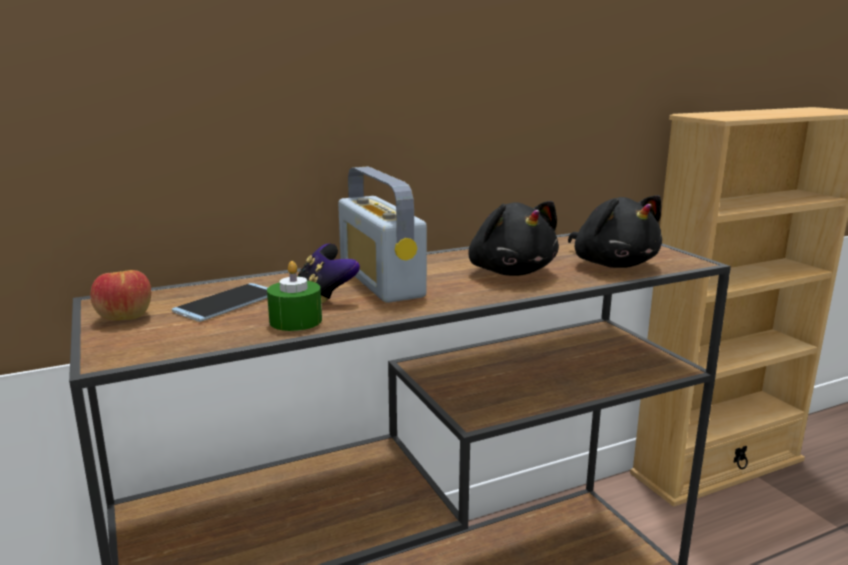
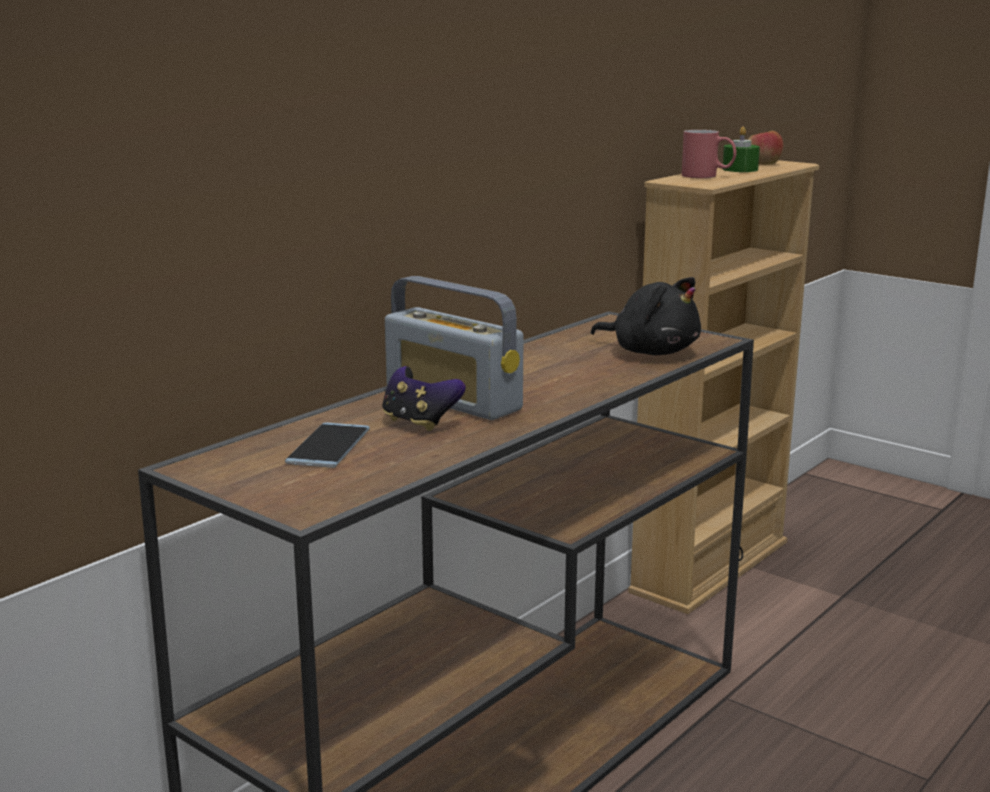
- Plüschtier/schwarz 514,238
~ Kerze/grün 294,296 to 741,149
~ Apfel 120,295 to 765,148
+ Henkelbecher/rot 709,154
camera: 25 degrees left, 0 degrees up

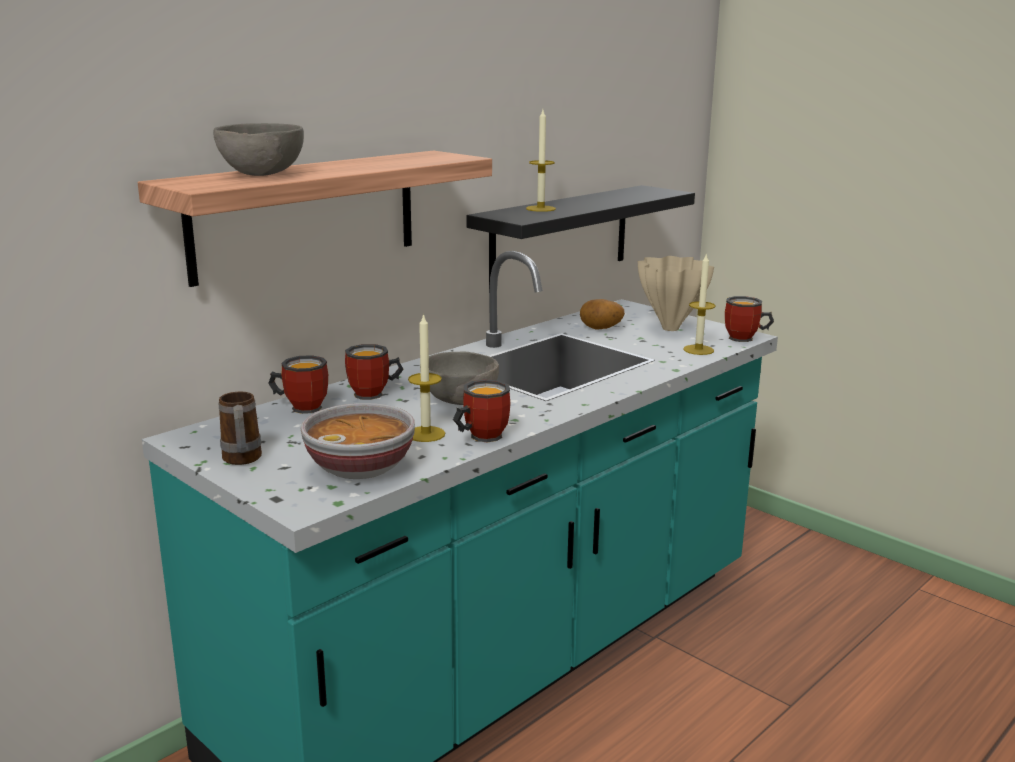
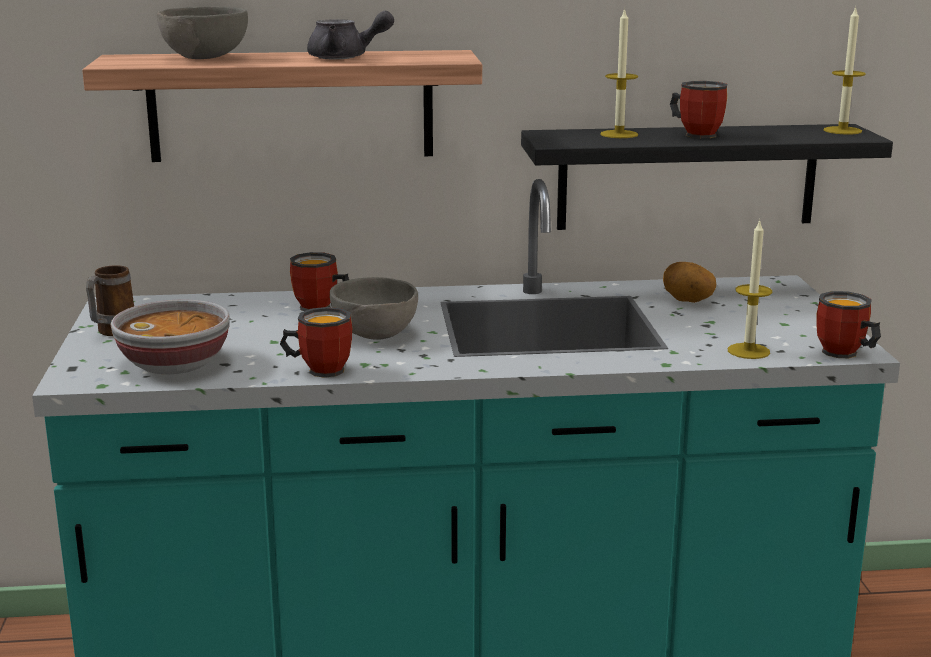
- Vase/beige 676,293
~ Kerze 426,377 to 845,70
~ Henkelbecher 298,384 to 698,109
+ Teekanne/grau 350,35
camera: 40 degrees right, 0 degrees up

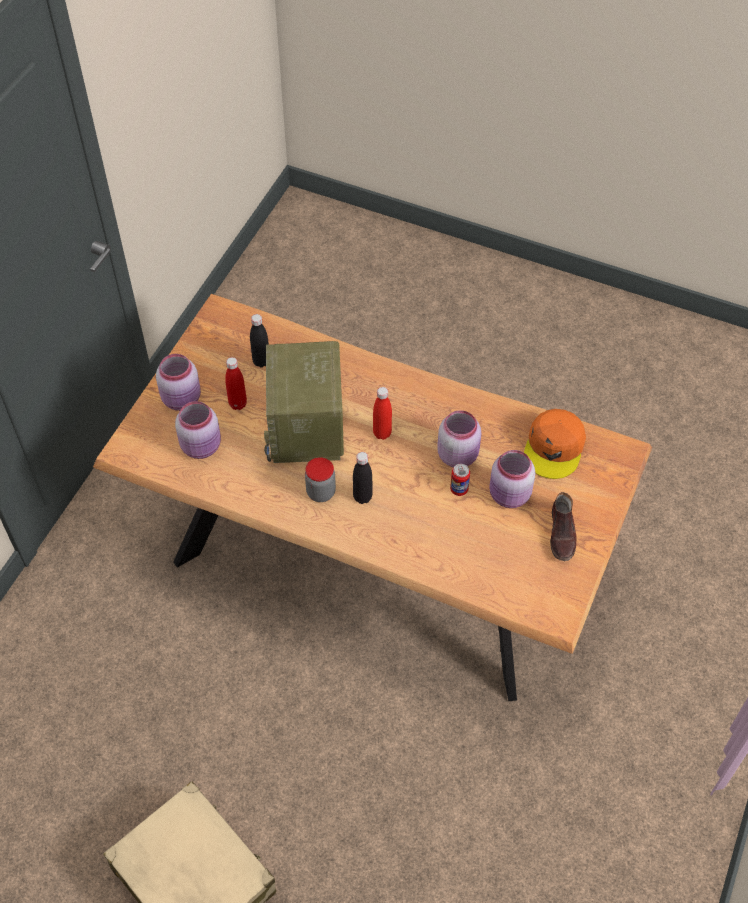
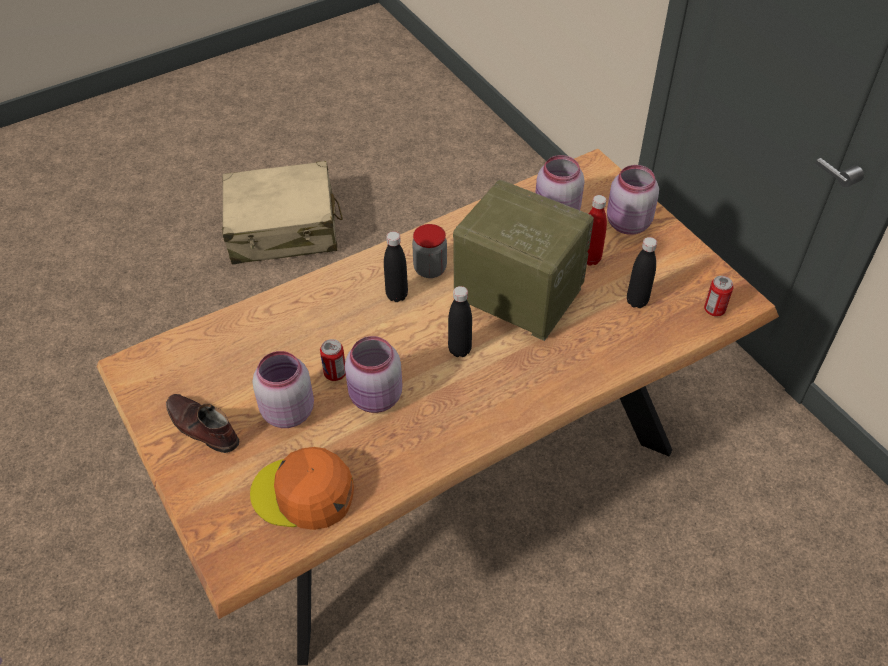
~ Flasche/rot 382,413 to Flasche/schwarz 460,321
~ Kappe/orange 555,444 = 302,488 45 degrees counterclockwise
+ Dose 718,296
camera: 125 degrees right, 5 degrees down

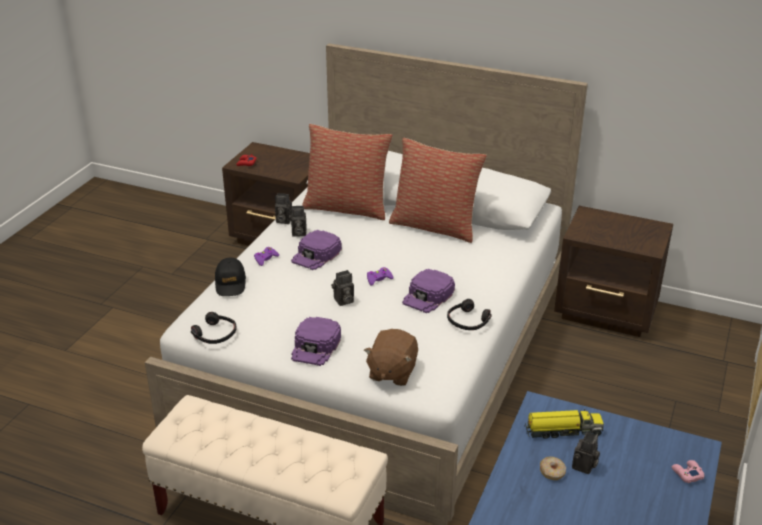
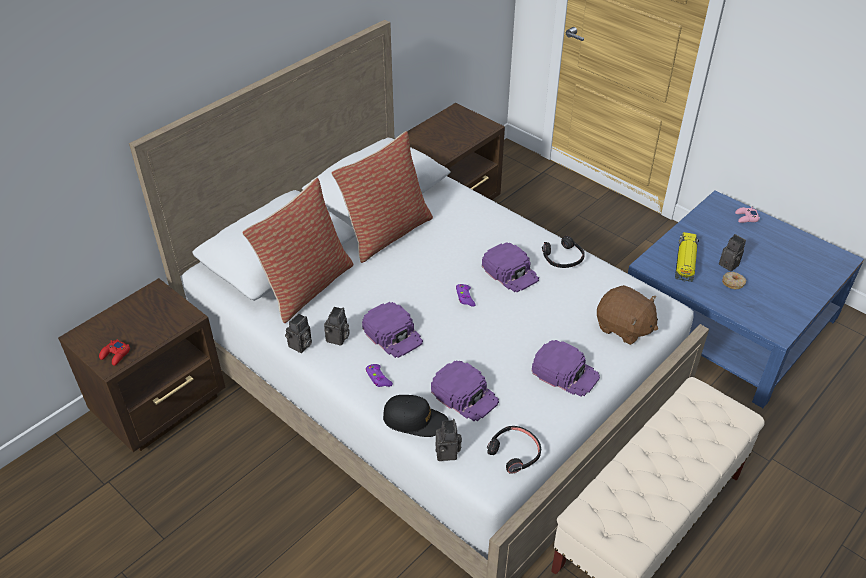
~ Kamera 342,288 to 448,440
+ Kappe/lila 465,390
camera: 70 degrees left, 10 degrees up

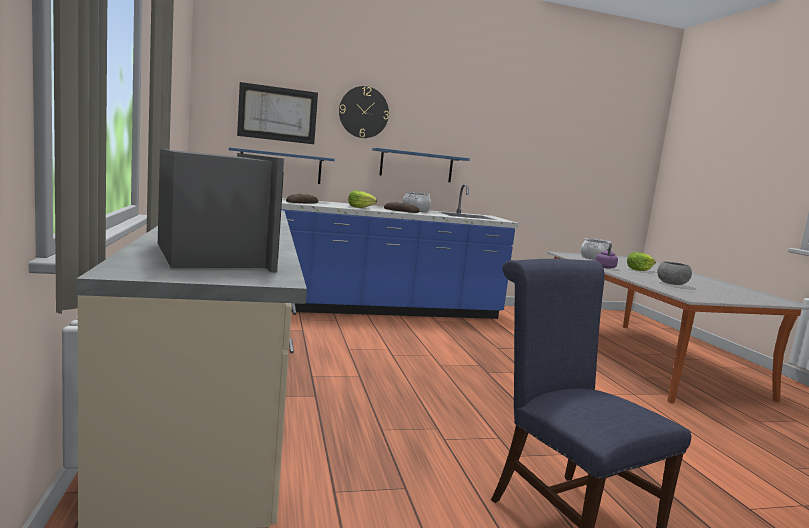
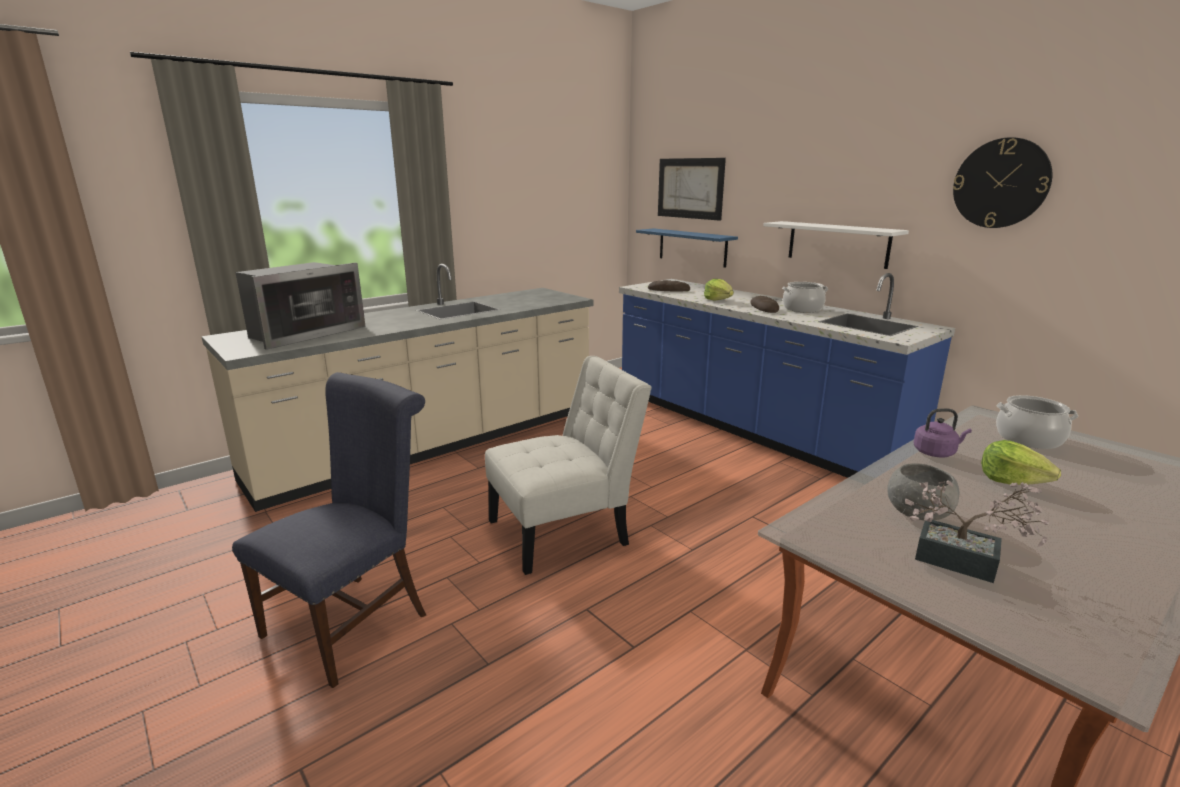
~ Wanduhr 364,112 to 1002,182
~ Wandregal/blau 421,165 to Wandregal/weiß 836,245
+ Stuhl/weiß 568,465
+ Topfpflanze 977,532
camera: 65 degrees right, 10 degrees up

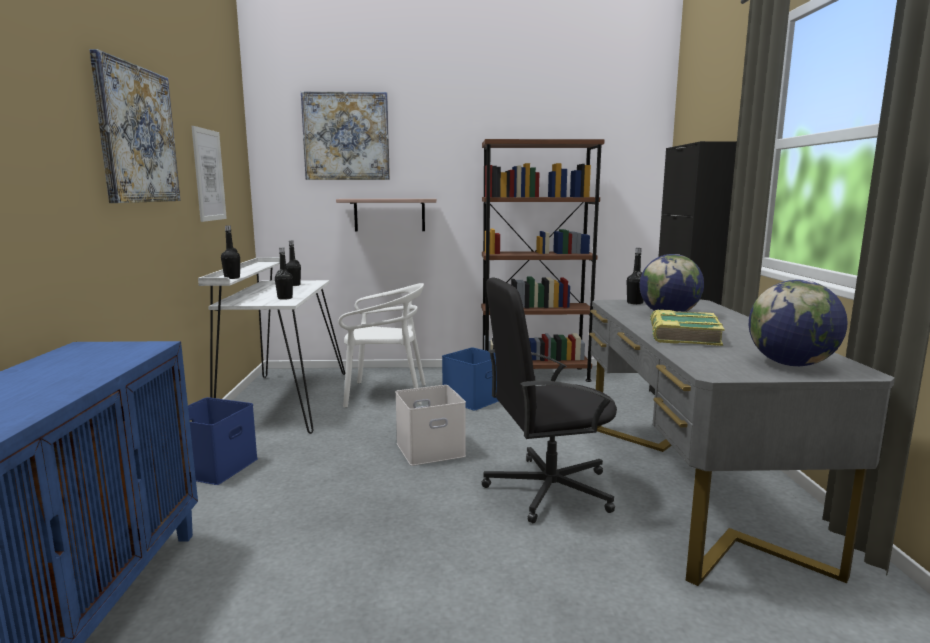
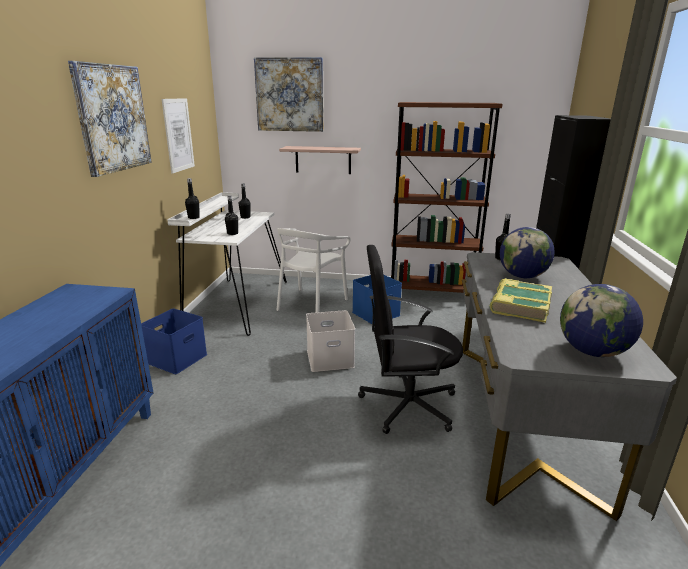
~ Stuhl/weiß 382,345 = 314,270 105 degrees clockwise
camera: 10 degrees right, 10 degrees up

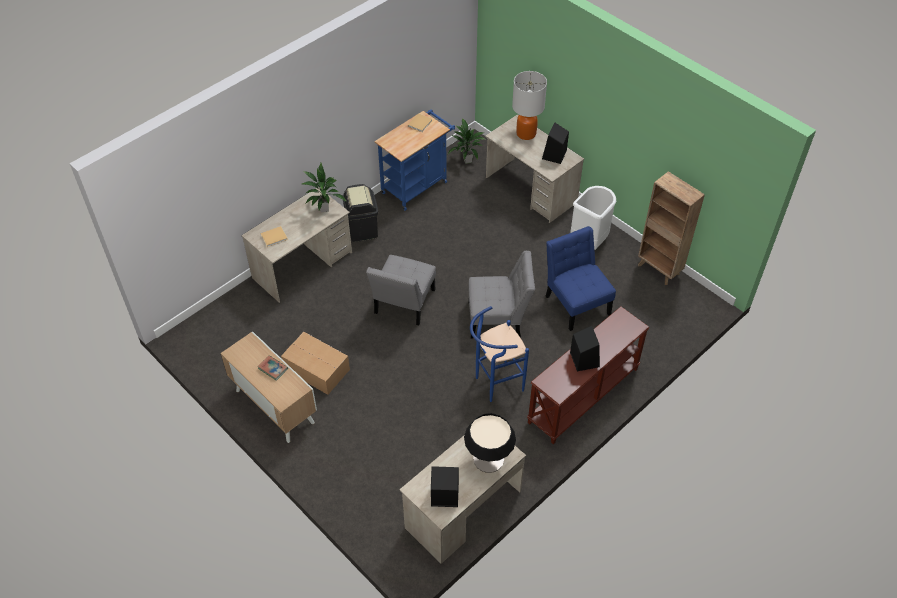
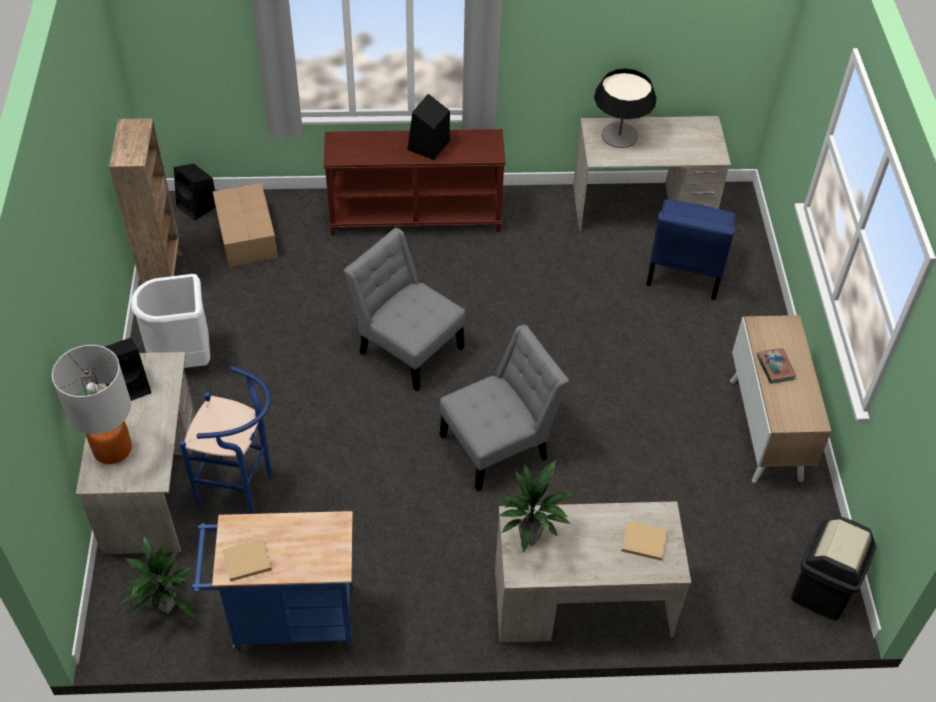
~ Mülleimer/schwarz 360,213 to 833,568
~ Stuhl/blau 581,278 to 691,249
~ Hocker/blau 499,354 to 225,440
~ Karton 315,363 to 245,225
~ Lautsprecher/schwarz 445,486 to 195,192
camera: 140 degrees left, 0 degrees up

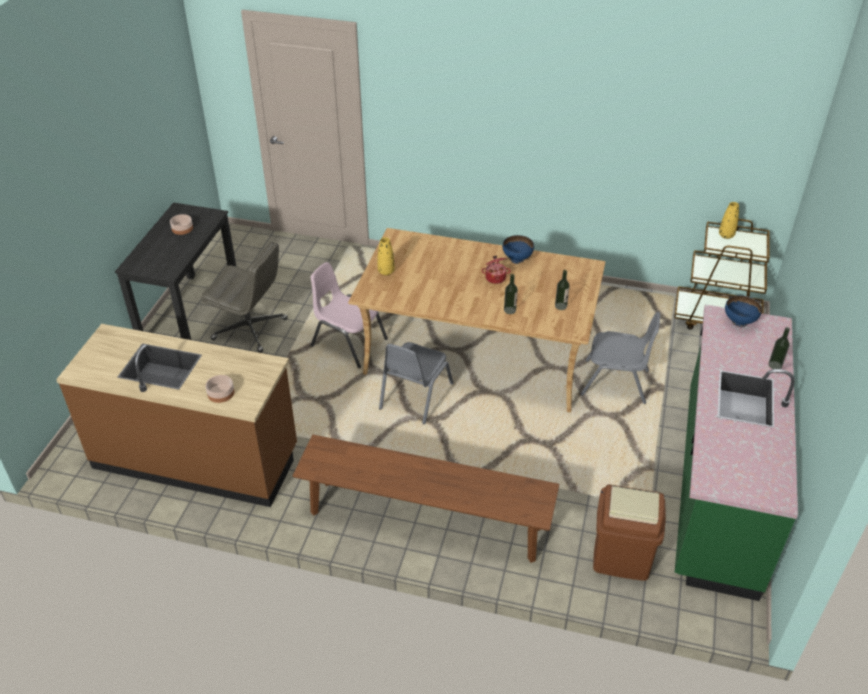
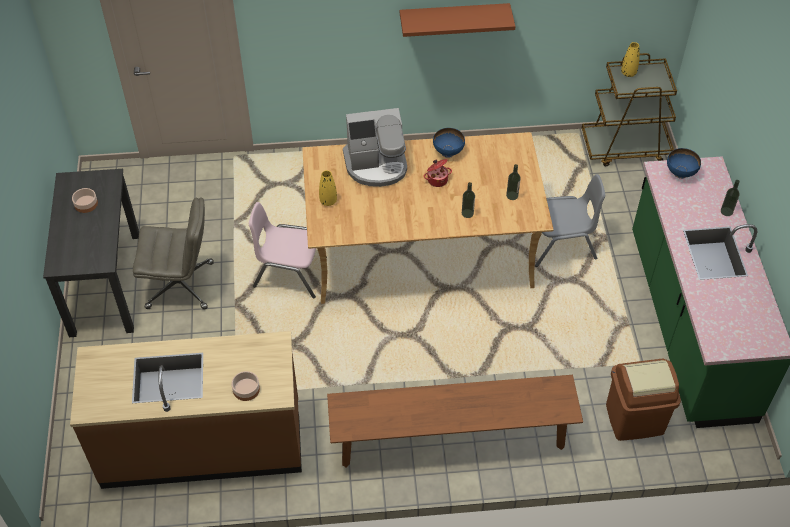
- Stuhl/grau 416,383
+ Wandregal/braun 457,20
+ Kaffeemaschine 375,147
camera: 20 degrees left, 10 degrees up

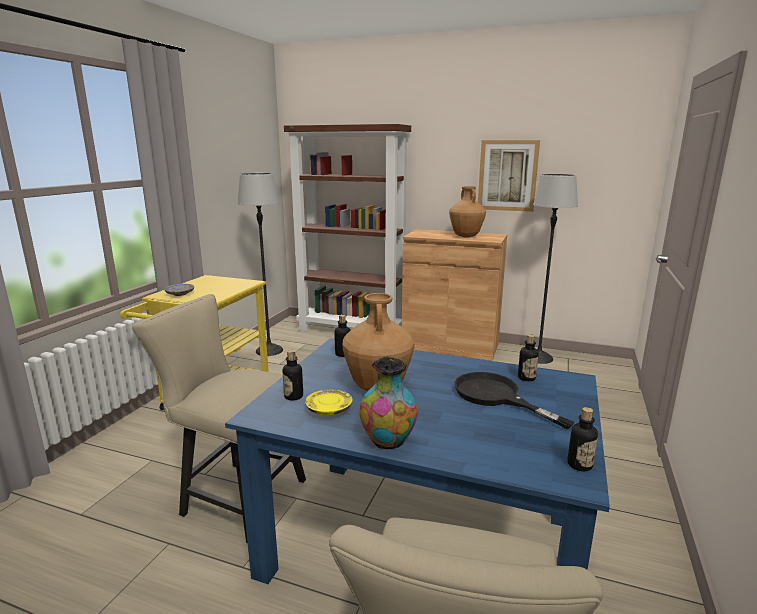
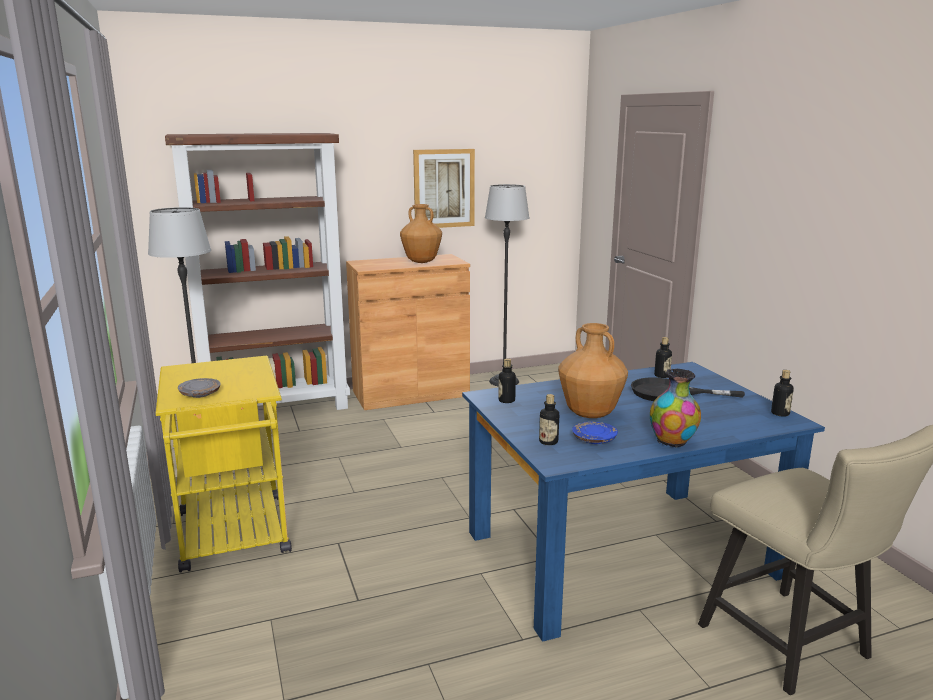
- Stuhl/beige 219,418
~ Teller/gelb 329,402 to Teller/blau 595,433
camera: 40 degrees left, 0 degrees up

